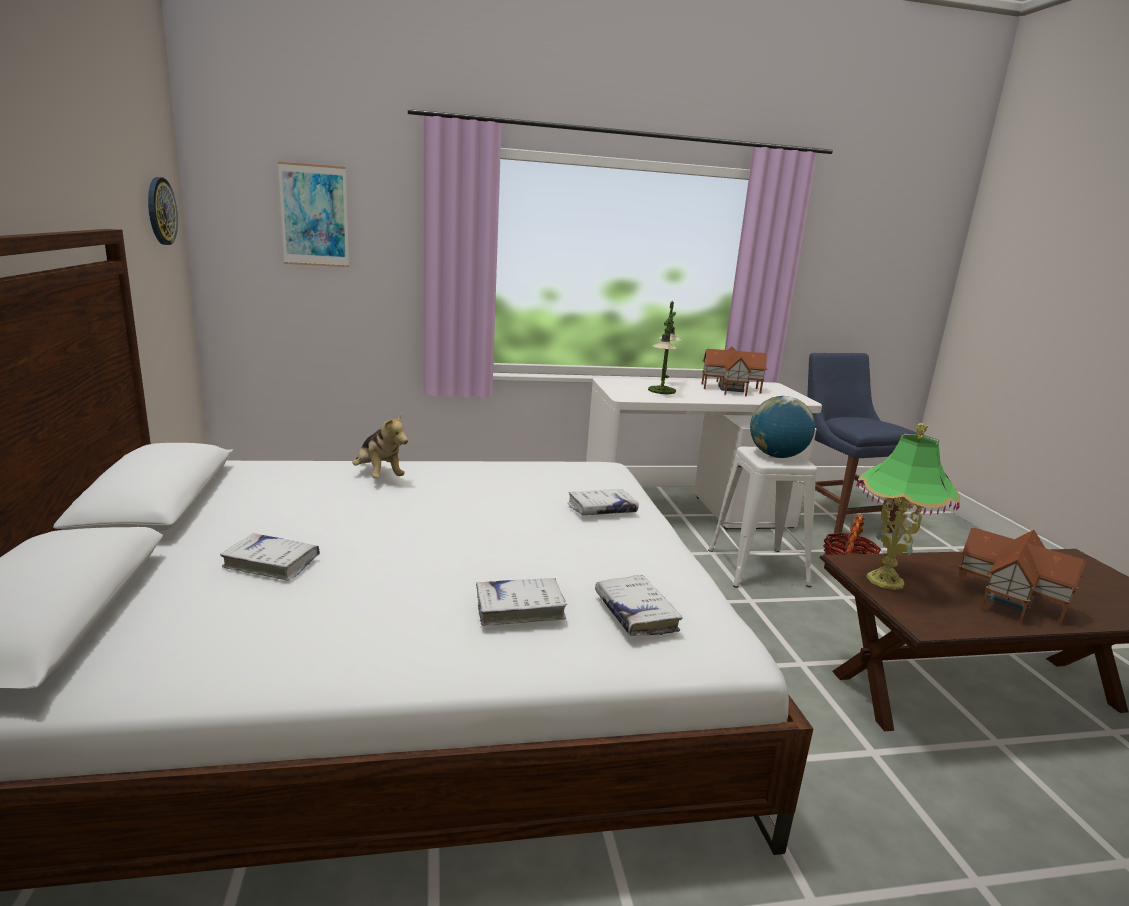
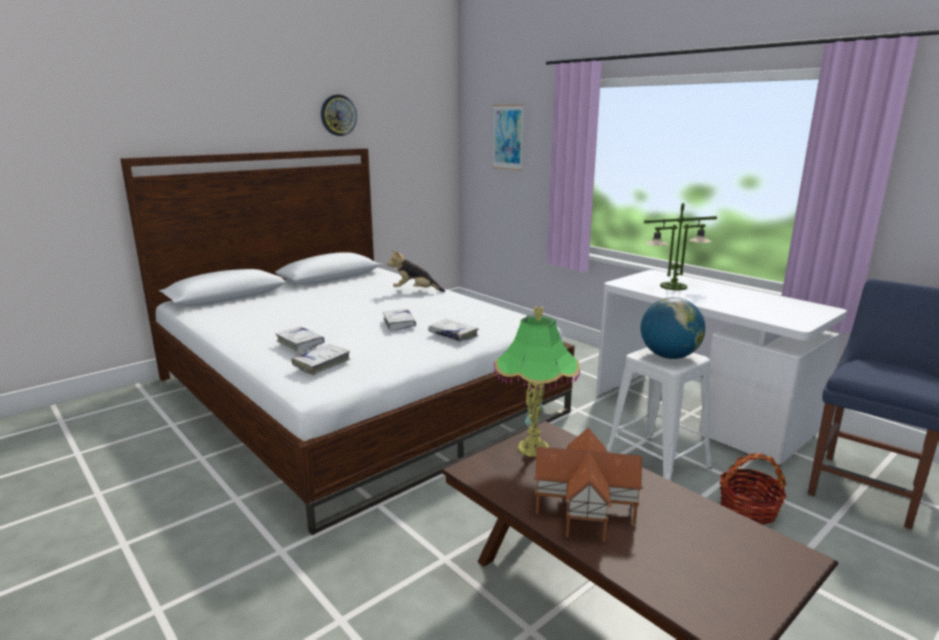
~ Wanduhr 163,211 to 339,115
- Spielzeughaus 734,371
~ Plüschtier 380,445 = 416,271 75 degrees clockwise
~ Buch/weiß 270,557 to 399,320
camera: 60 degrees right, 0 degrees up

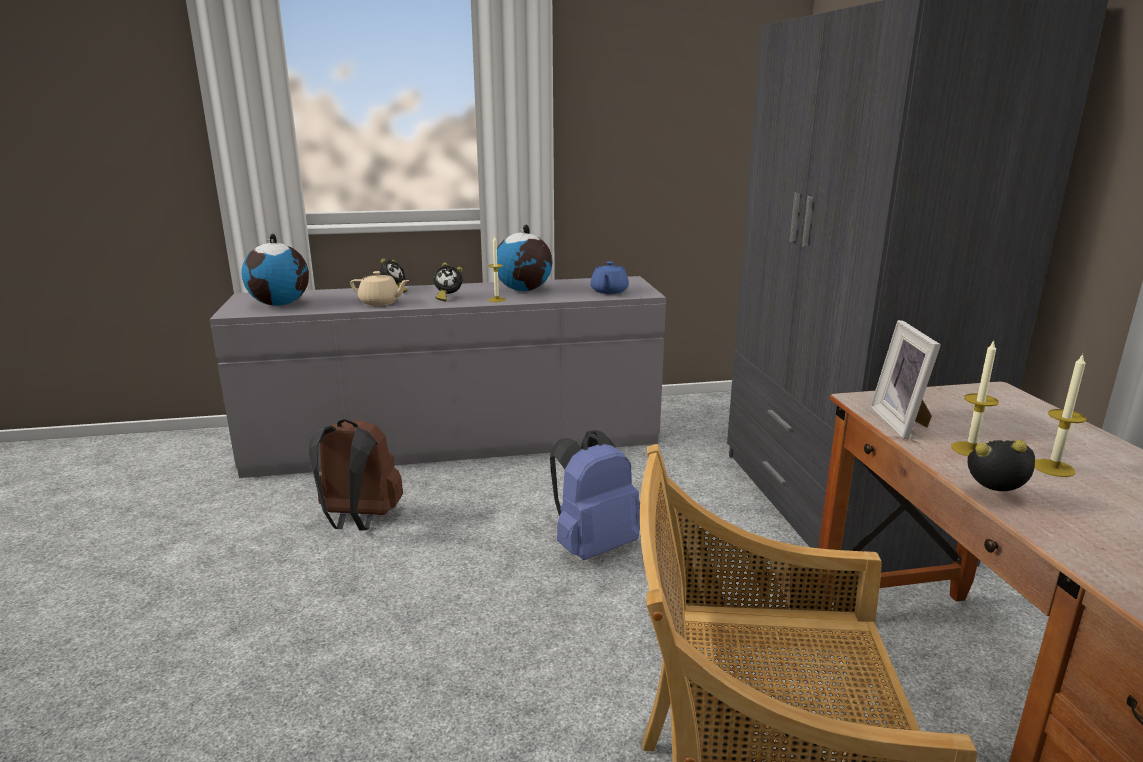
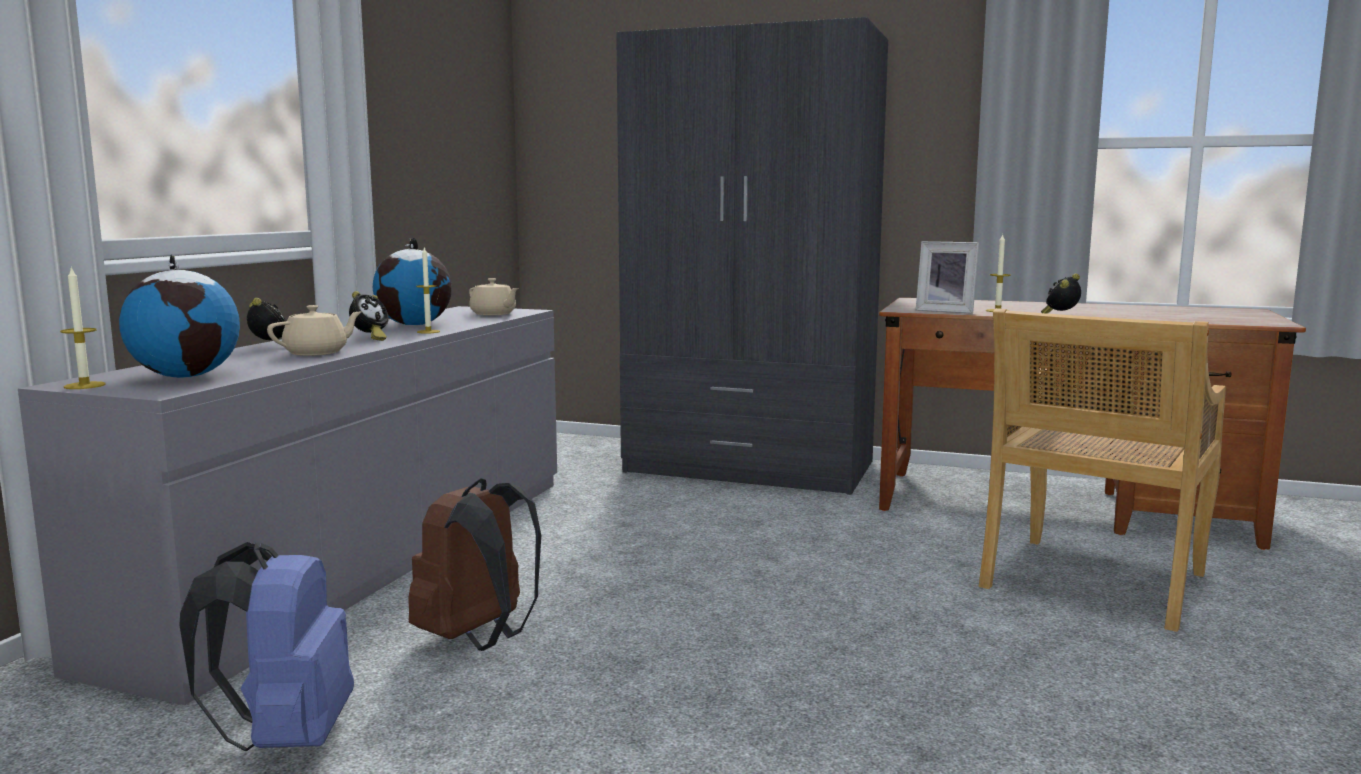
~ Teekanne/blau 610,277 to Teekanne/beige 494,297
~ Kerze 1060,415 to 83,328
~ Rucksack/blau 595,495 to 266,646
camera: 60 degrees left, 10 degrees down

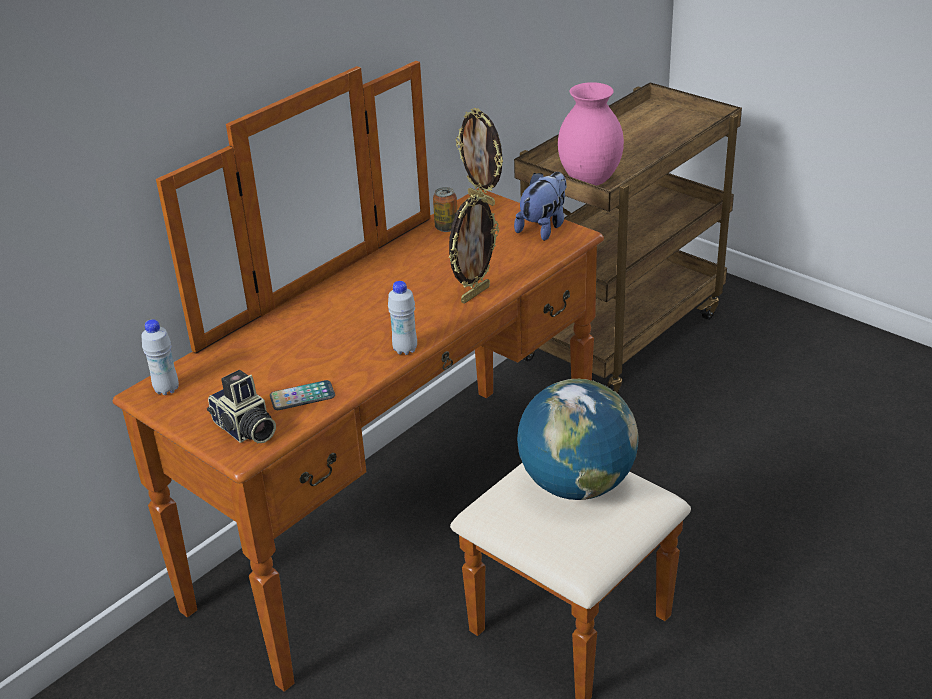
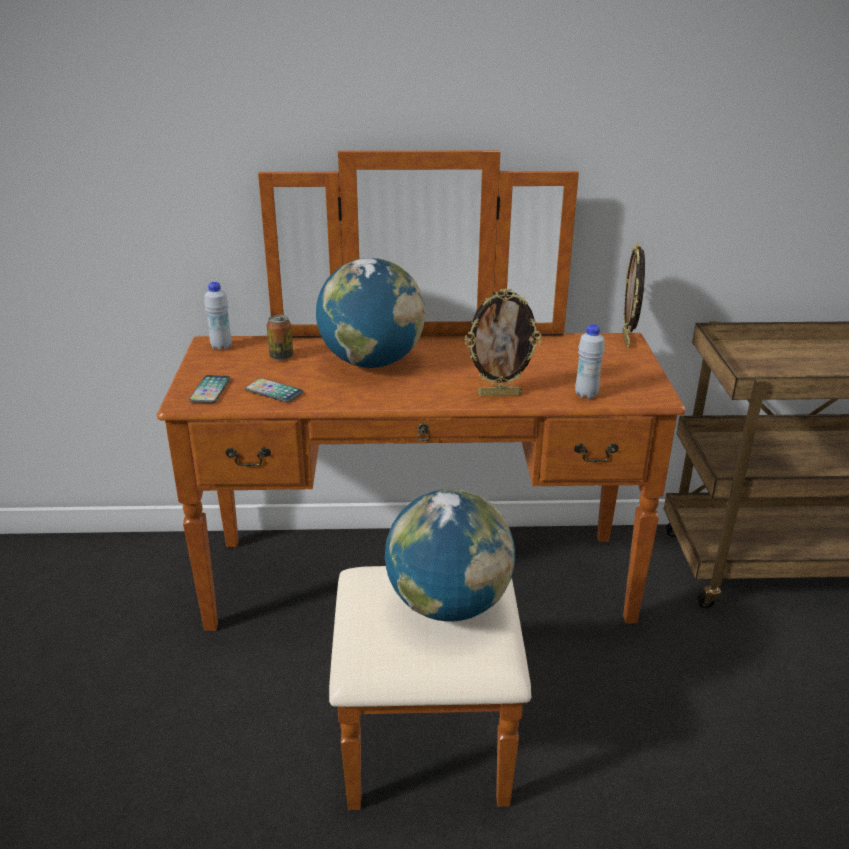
- Vase/rosa 591,134
- Plüschtier 540,206
~ Dose 445,209 to 279,338
~ Flasche/weiß 402,318 to 590,361
~ Kamera 241,406 to Handy 209,389
+ Globus 370,313
camera: 45 degrees right, 5 degrees down

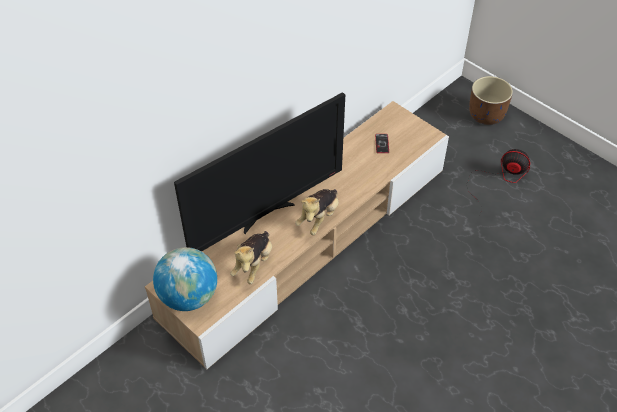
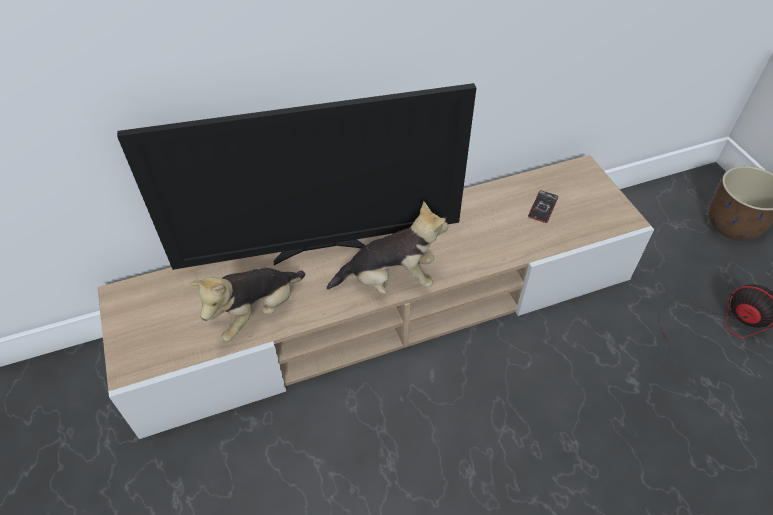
~ Plüschtier 317,212 = 387,247 150 degrees counterclockwise
- Globus 185,279
camera: 25 degrees right, 0 degrees up

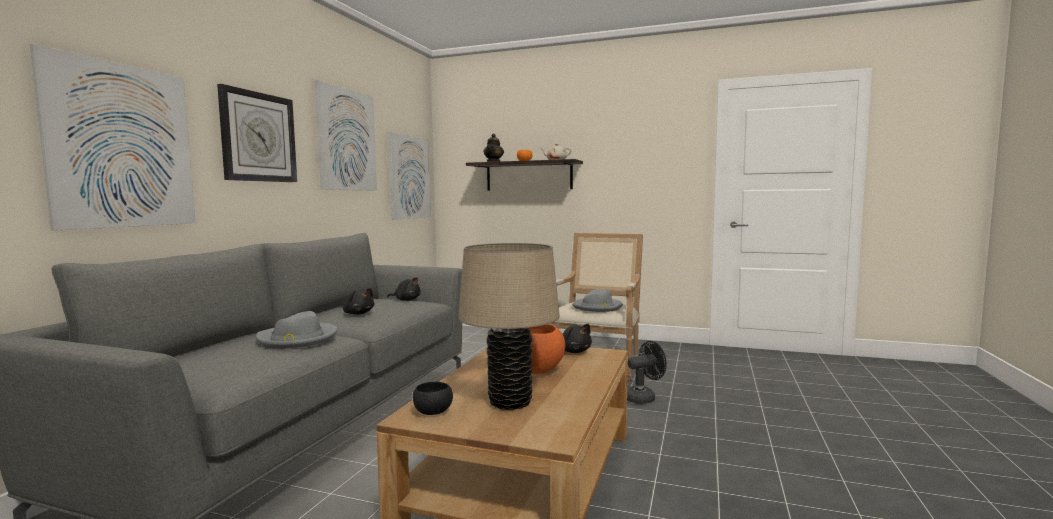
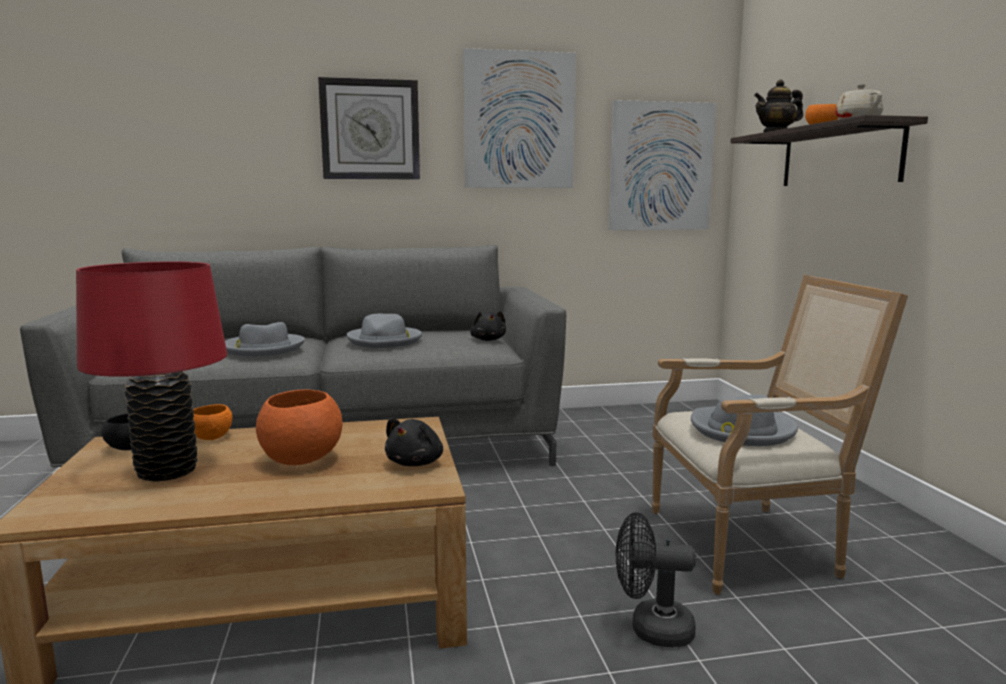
- Bild 113,137
~ Tischlampe/beige 509,326 to Tischlampe/rot 151,371
~ Plüschtier/schwarz 358,301 to Hut/grau 384,331
~ Ventilator/schwarz 647,372 = 656,579 150 degrees clockwise
+ Schüssel/orange 213,422
camera: 60 degrees right, 5 degrees up

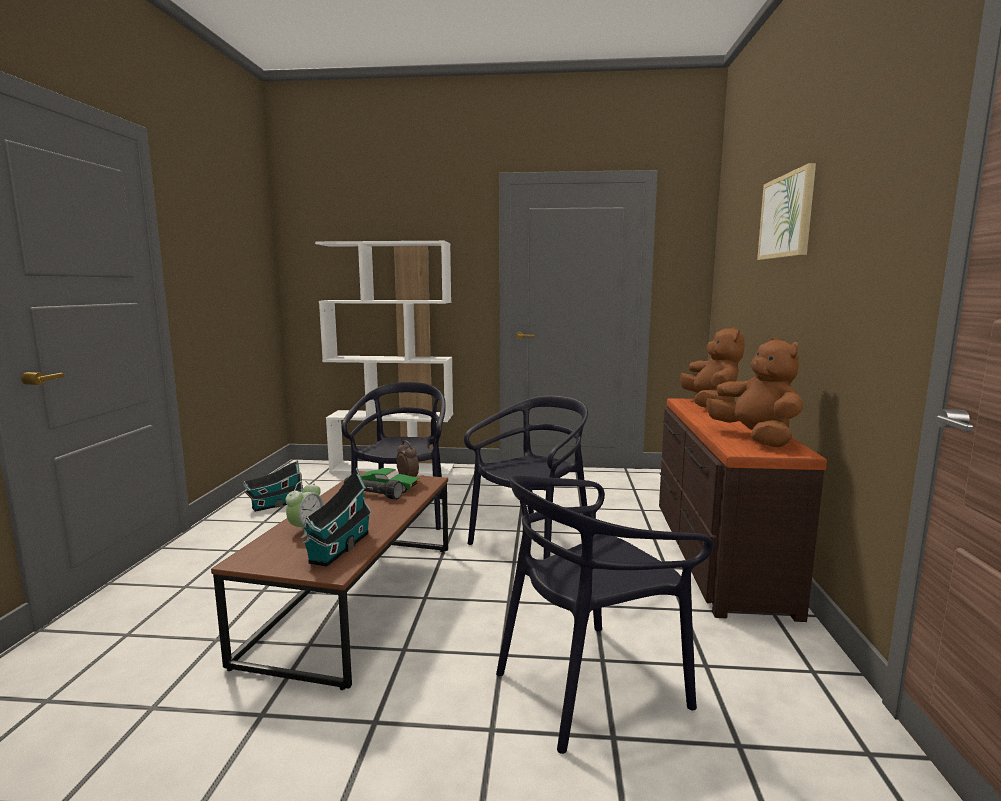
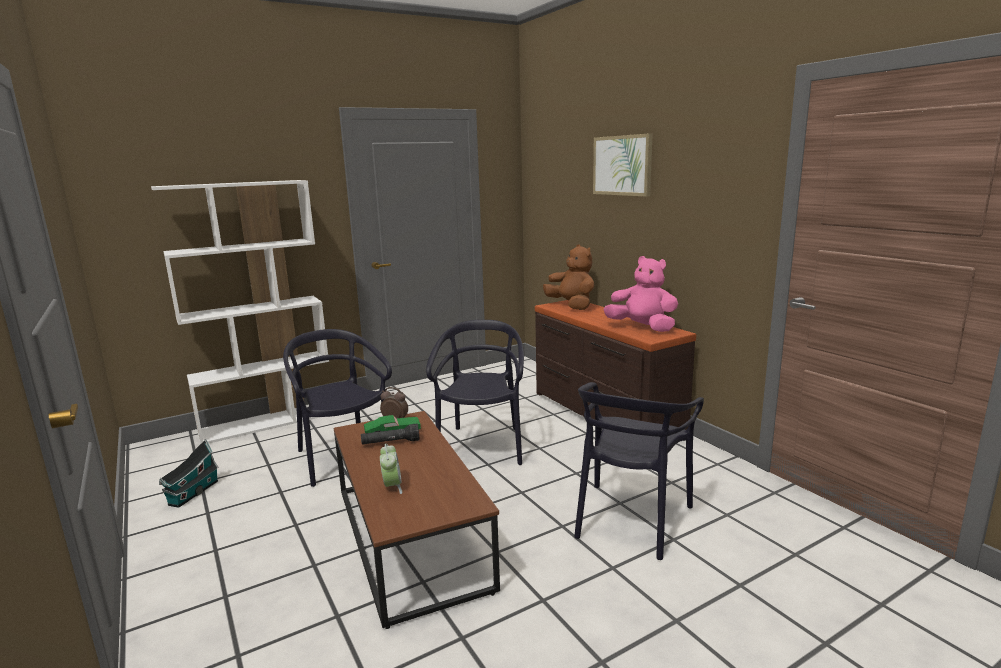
~ Plüschtier/braun 754,392 to Plüschtier/rosa 641,294
- Spielzeughaus 337,517
camera: 35 degrees left, 5 degrees up

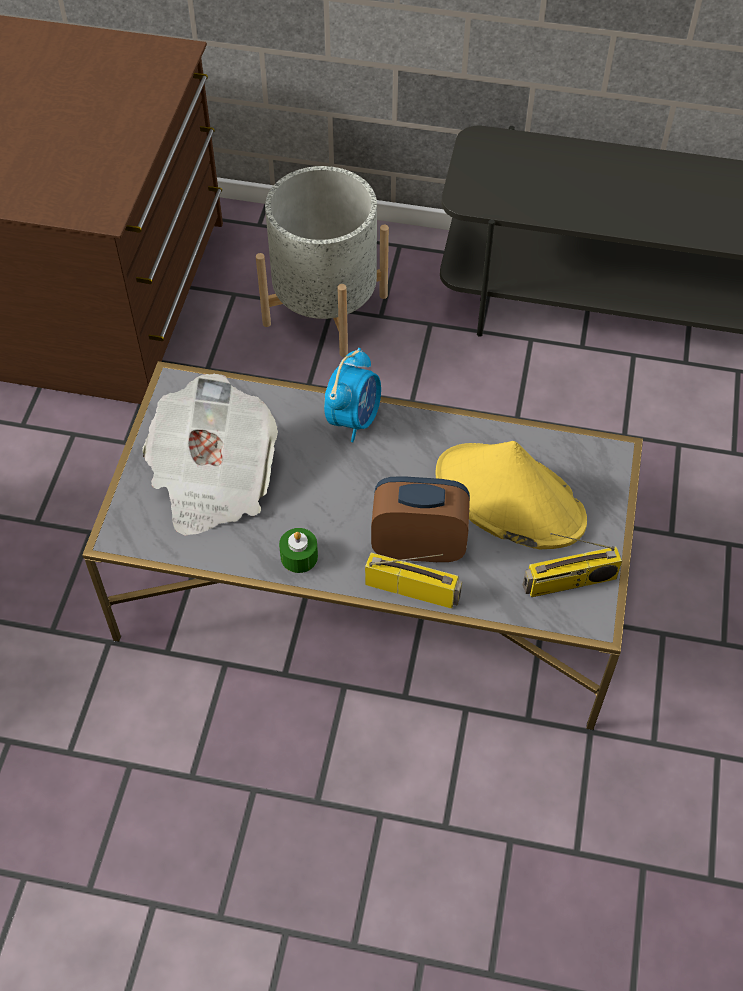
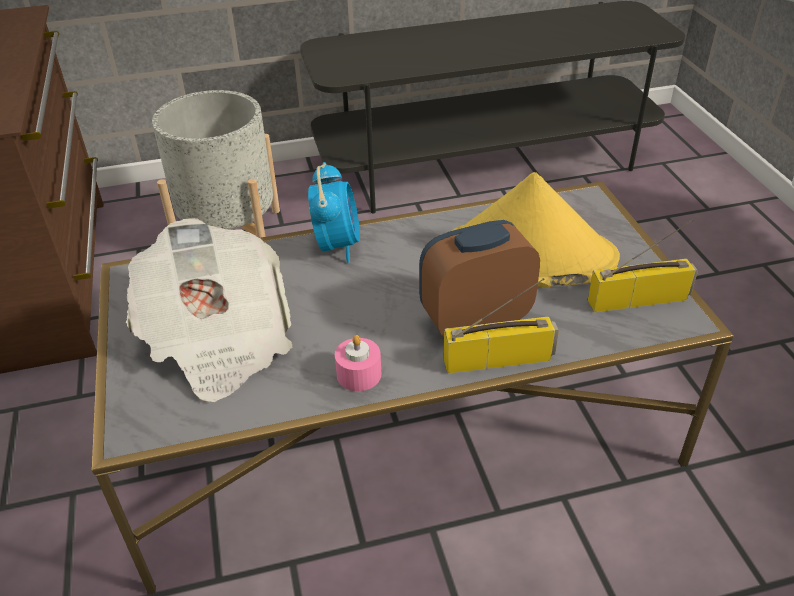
~ Kerze/grün 298,550 to Kerze/rosa 358,363
~ Radio 572,565 = 643,265 150 degrees counterclockwise
camera: 25 degrees left, 15 degrees down

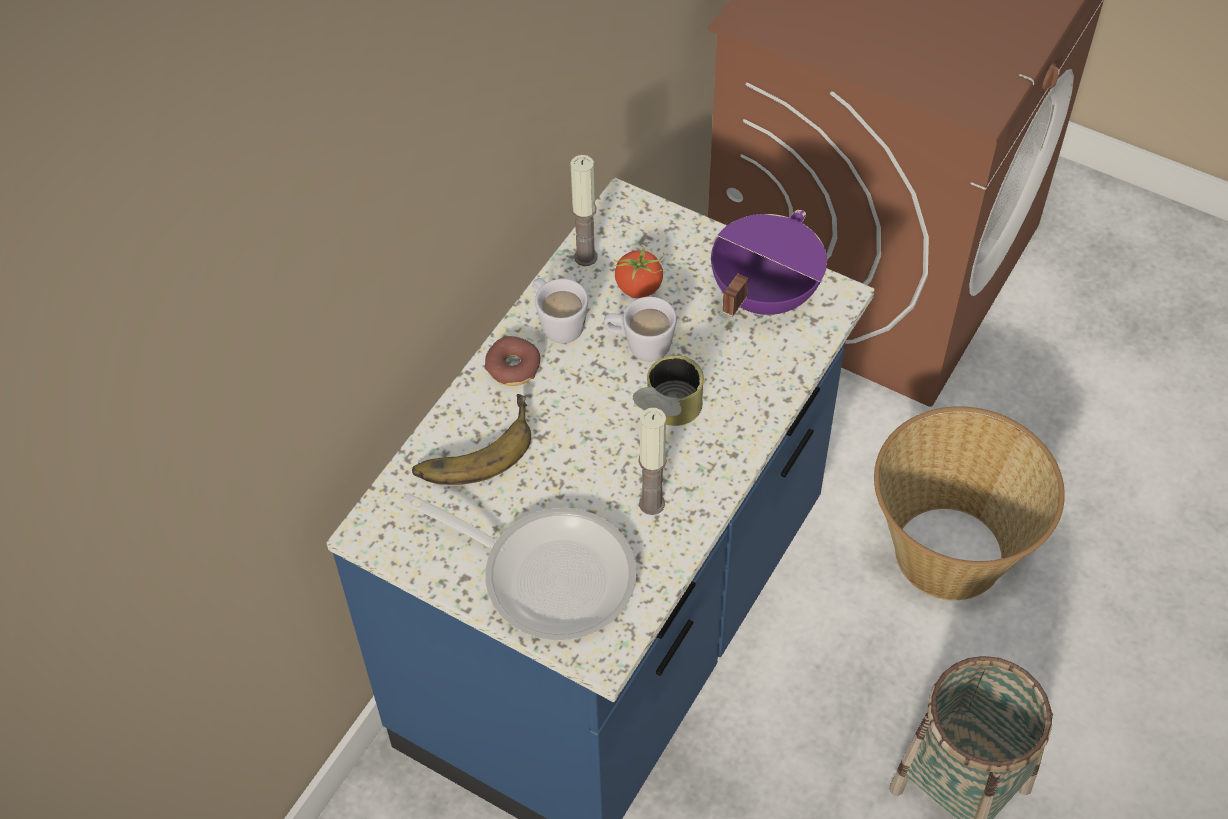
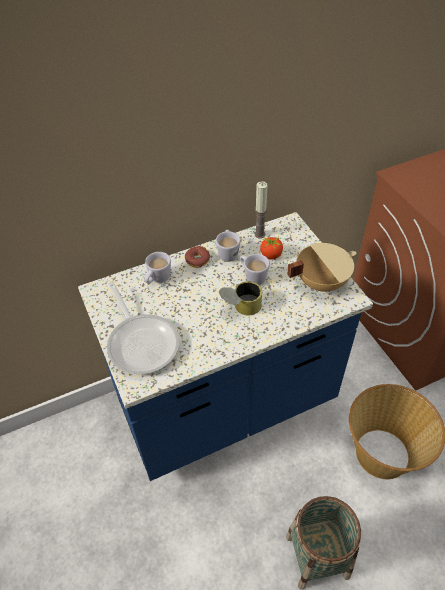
~ Kochtopf/lila 769,263 to Kochtopf/beige 322,267
~ Banane 471,439 to Henkelbecher/weiß 157,268
- Kerze 652,461
camera: 35 degrees right, 5 degrees down

